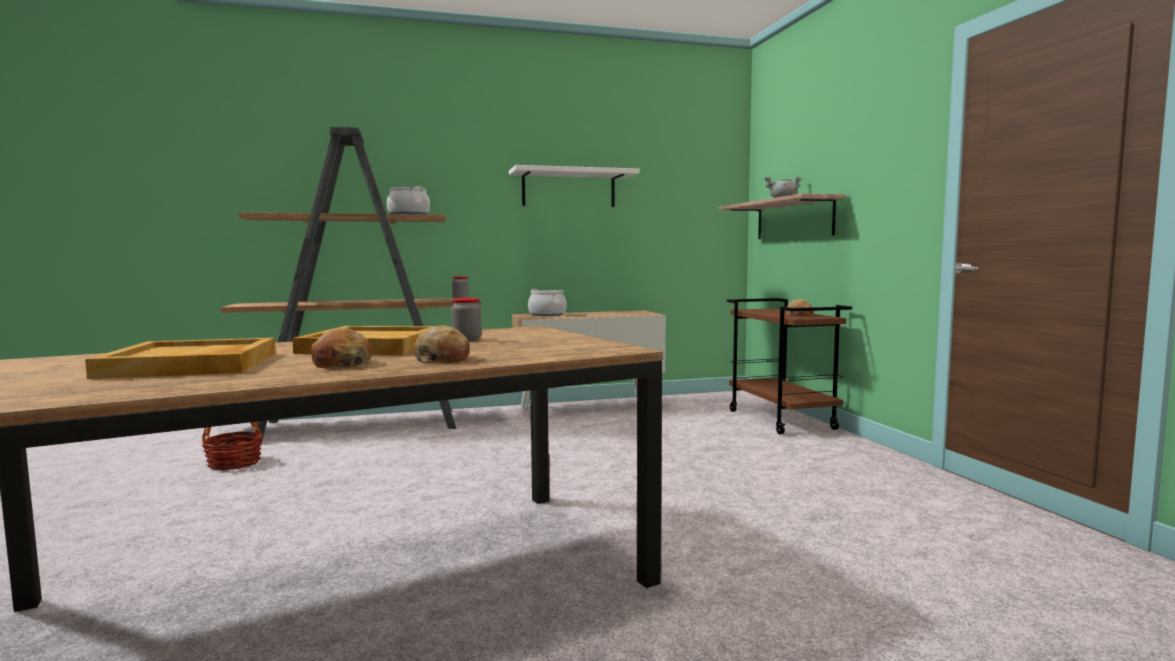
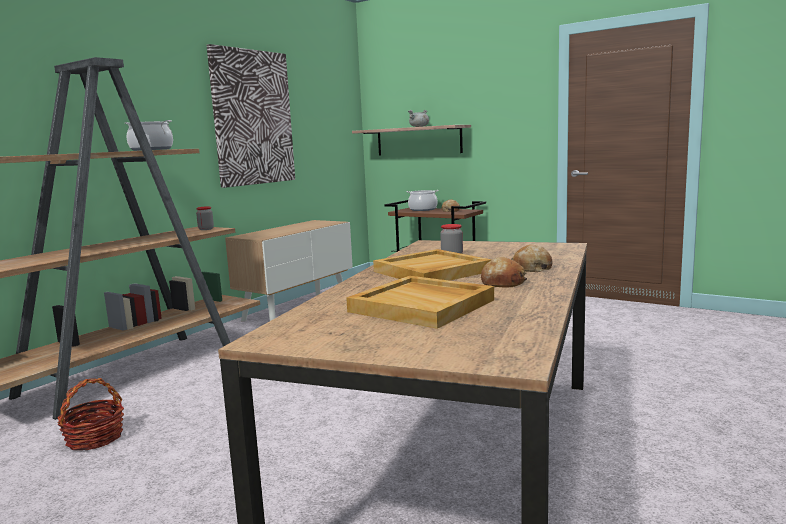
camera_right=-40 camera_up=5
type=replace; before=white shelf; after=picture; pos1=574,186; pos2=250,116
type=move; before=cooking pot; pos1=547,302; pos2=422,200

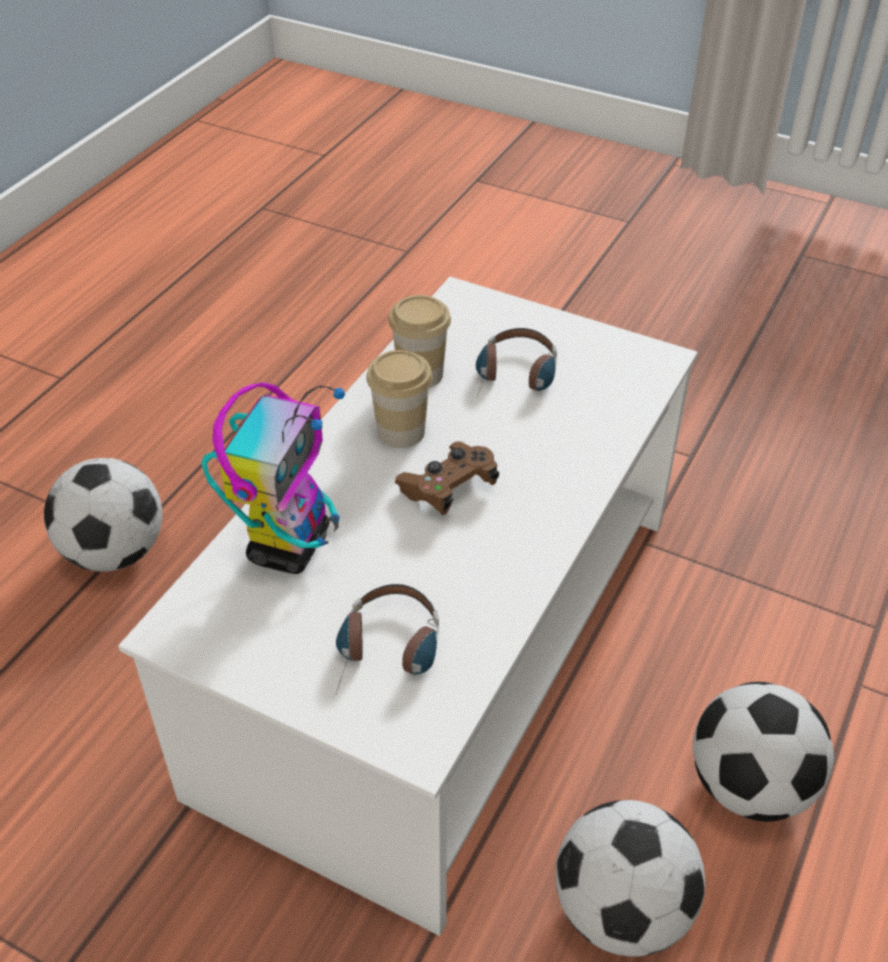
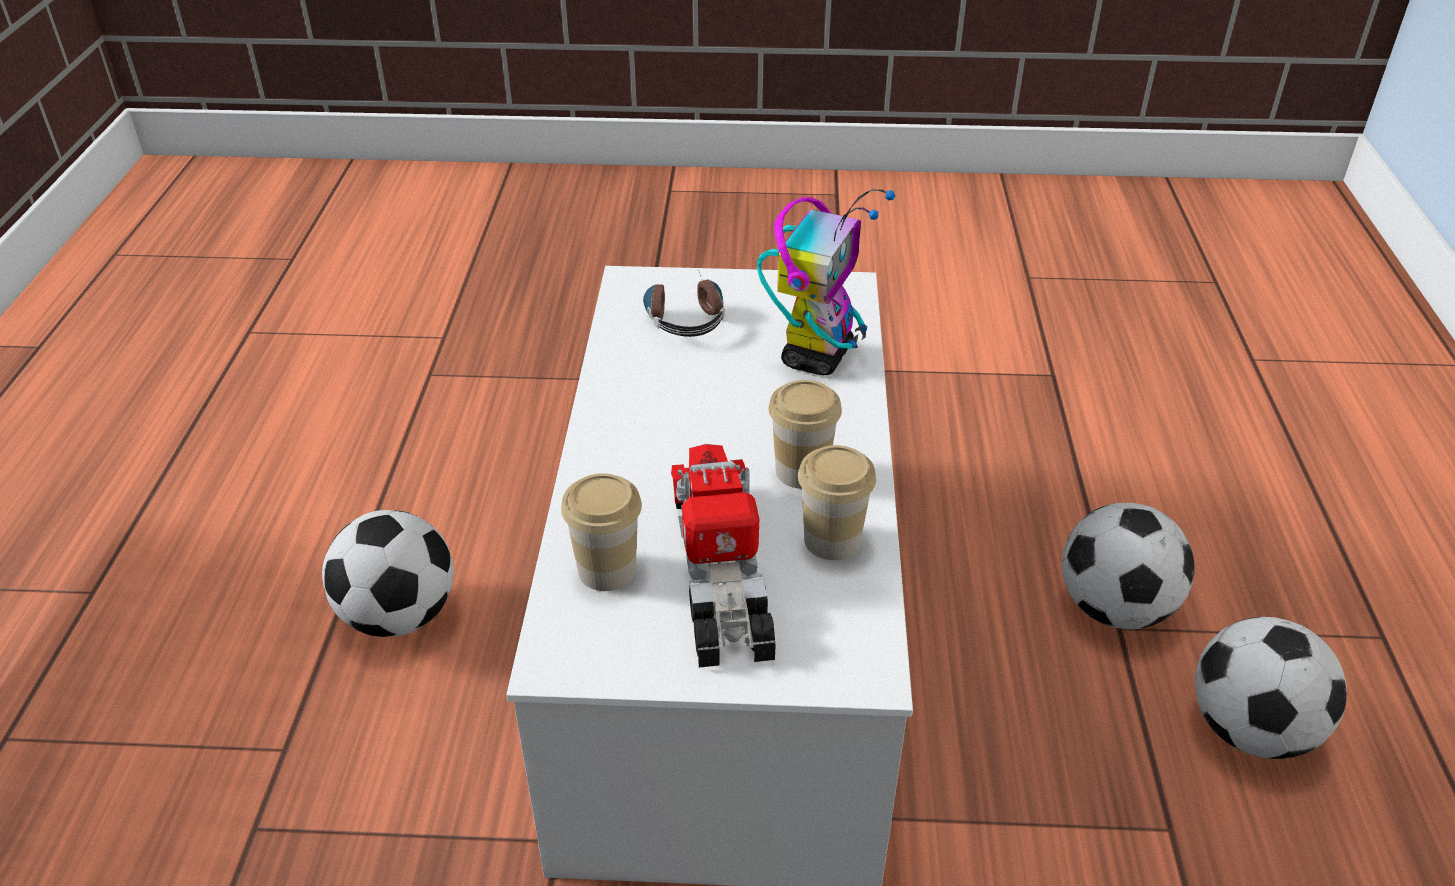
camera_right=155 camera_up=-5
type=insert; after=cup; pos2=601,532
type=replace; before=headphones; after=toy truck; pos1=516,362; pos2=723,555
type=rotate; before=toy robot; pos1=273,478; pos2=826,282; turn=-150
type=move; before=football; pos1=630,878; pos2=1271,688
type=delete; before=brown game controller; pos1=447,478

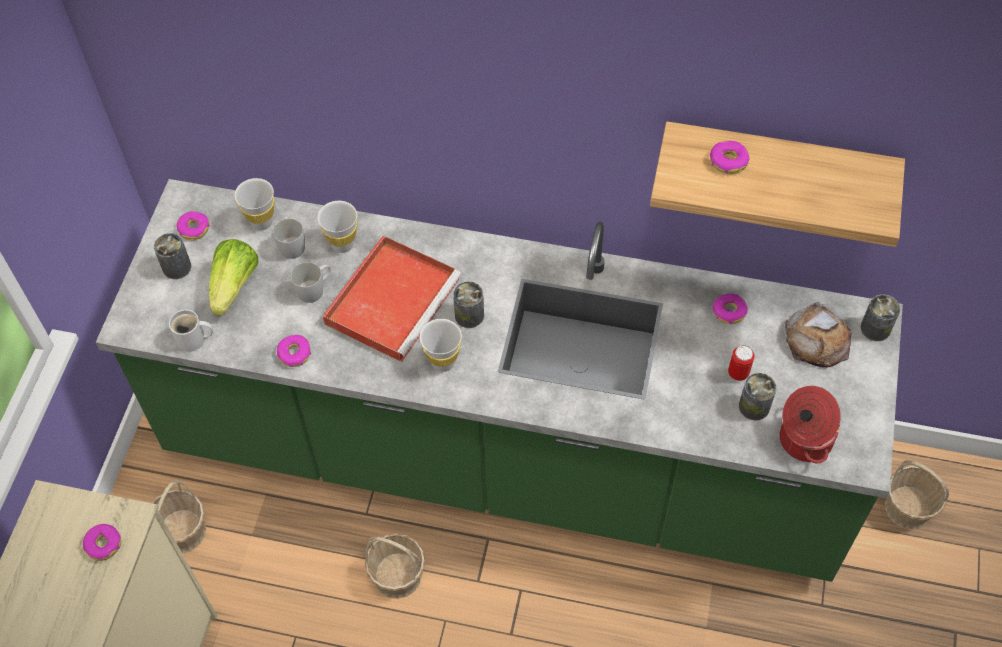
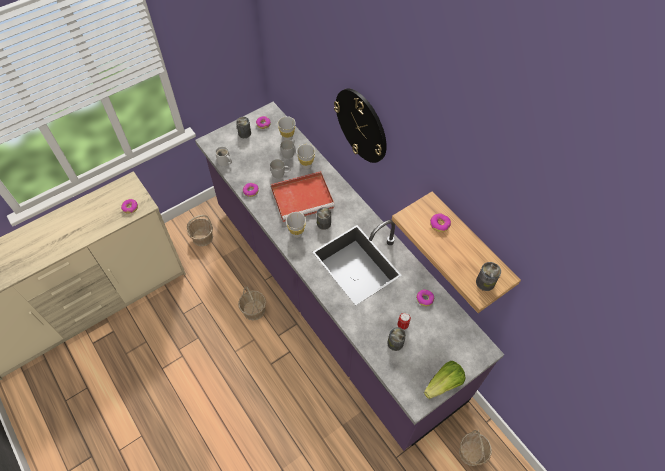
camera_right=40 camera_up=0
type=recolor; before=green counter; after=purple counter; pos1=499,380; pos2=350,276
type=insert; after=wall clock; pos2=360,125
type=move; before=lettuce; pos1=233,277; pos2=445,380
type=move; before=can; pos1=880,317; pos2=488,276
type=delete; before=cooking pot; pos1=810,424
type=delete; before=bread; pos1=818,335

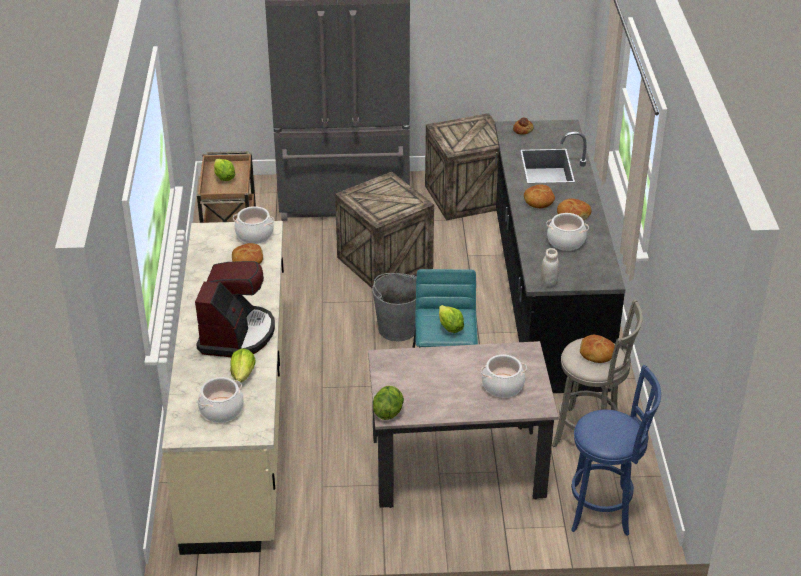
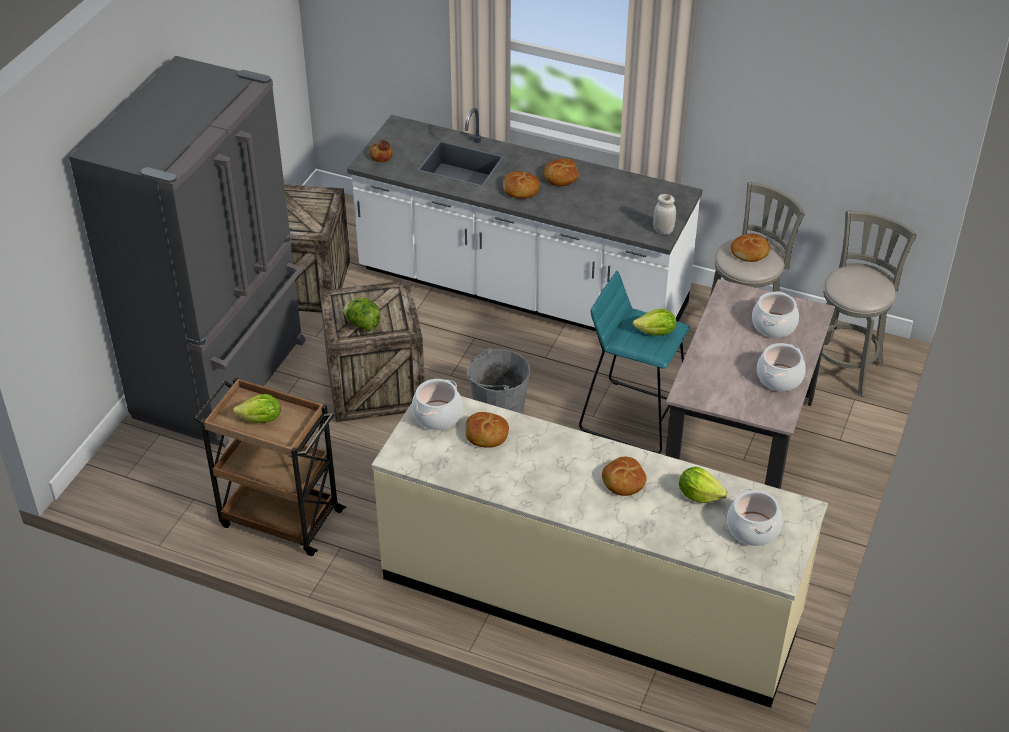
camera_right=-65 camera_up=5
type=move; before=lettuce; pos1=388,403; pos2=362,314
type=recolor; before=black counter; after=white counter; pos1=560,256; pos2=525,219
type=replace; before=coffee machine; after=bread; pos1=235,309; pos2=624,476
type=move; before=cooking pot; pos1=567,232; pos2=781,367
type=recolor; before=blue stool; after=grey stool; pos1=616,450; pos2=869,303

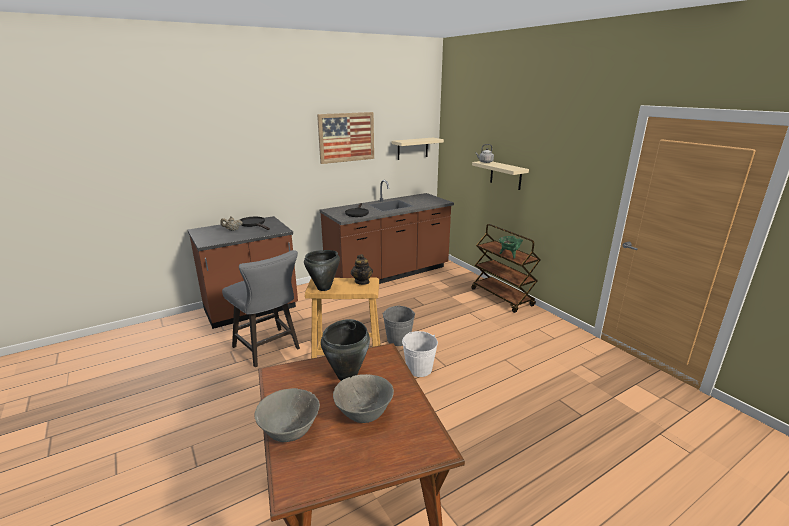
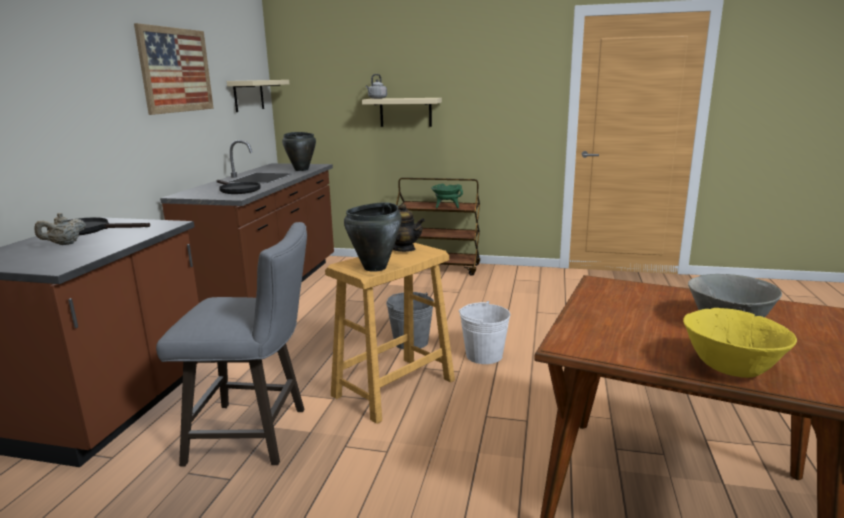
camera_right=-45 camera_up=-5
type=move; before=black cooking pot; pos1=345,350; pos2=299,151
type=recolor; before=grey bowl; after=yellow bowl; pos1=287,415; pos2=740,343

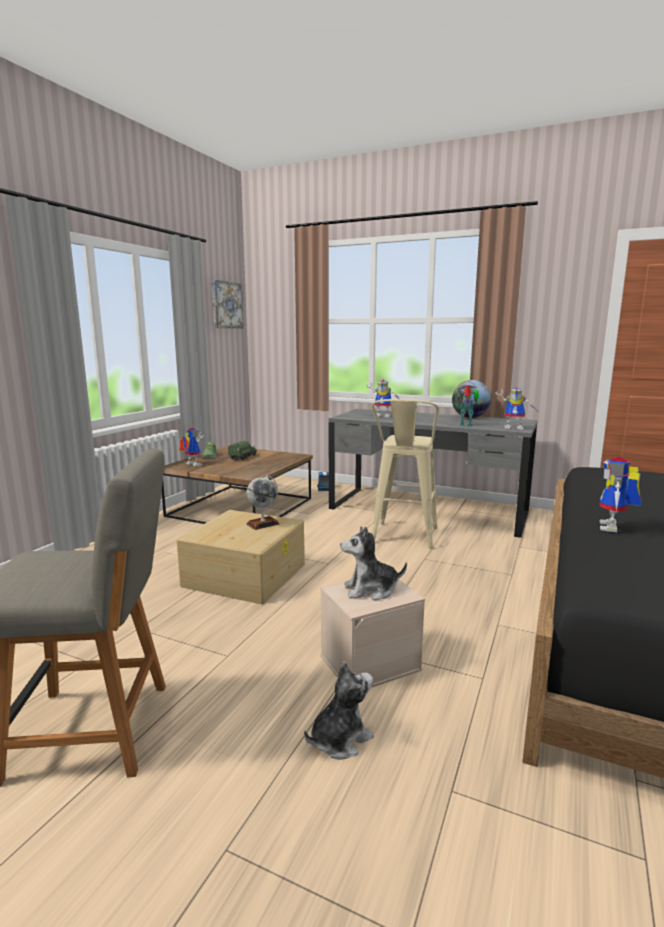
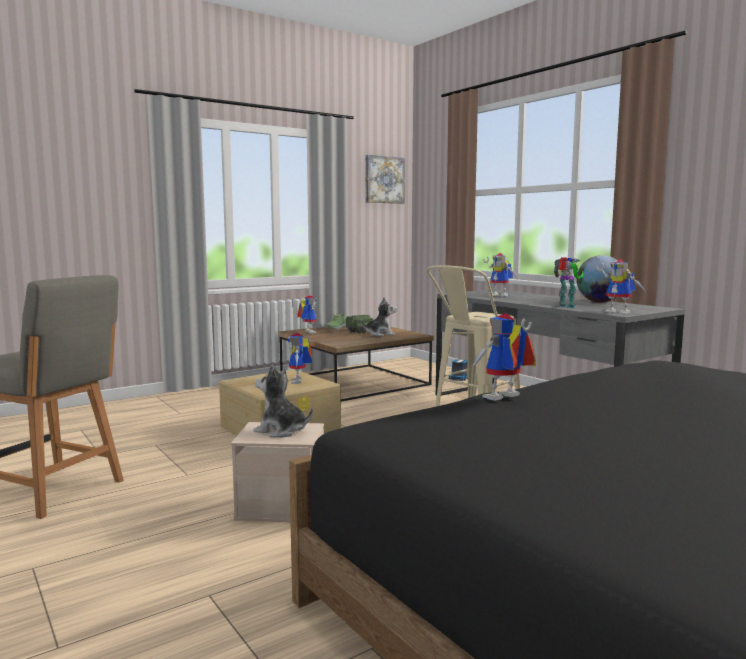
camera_right=30 camera_up=-5
type=replace; before=globe; after=toy robot; pos1=263,502; pos2=299,358
type=move; before=plush toy; pos1=339,710; pos2=379,316

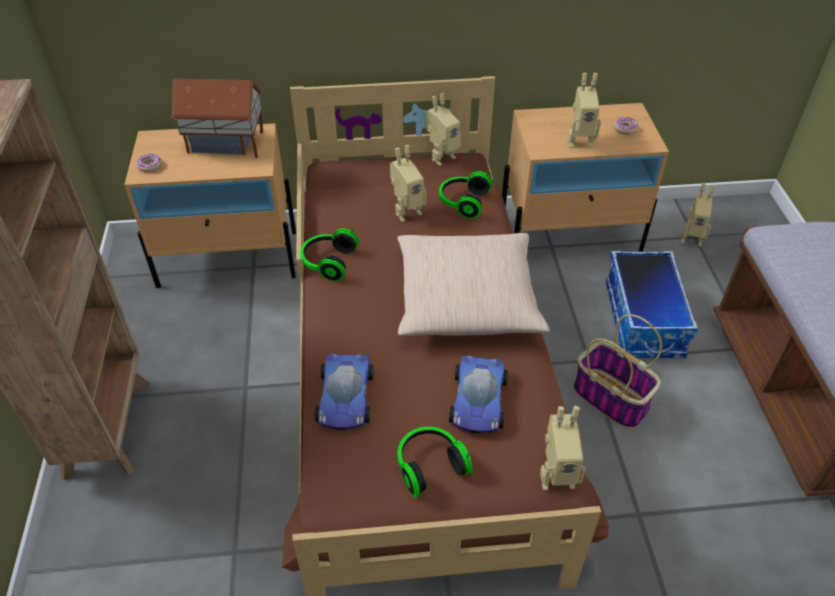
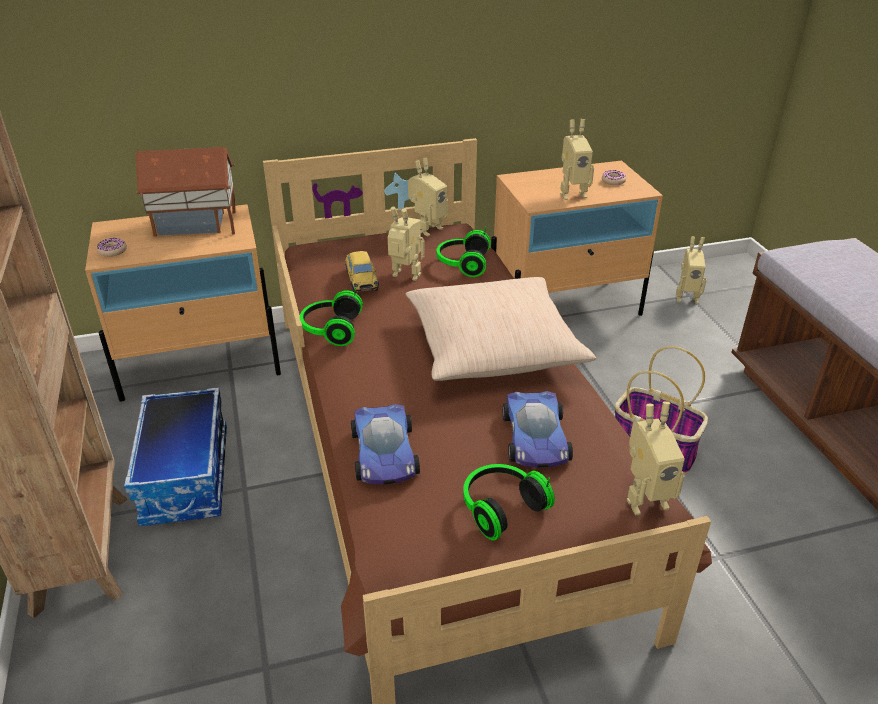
camera_right=-10 camera_up=-10
type=move; before=storage box; pos1=652,304; pos2=175,456
type=insert; after=toy car; pos2=362,272
type=rotate; before=toy robot; pos1=408,183; pos2=406,244; turn=-120

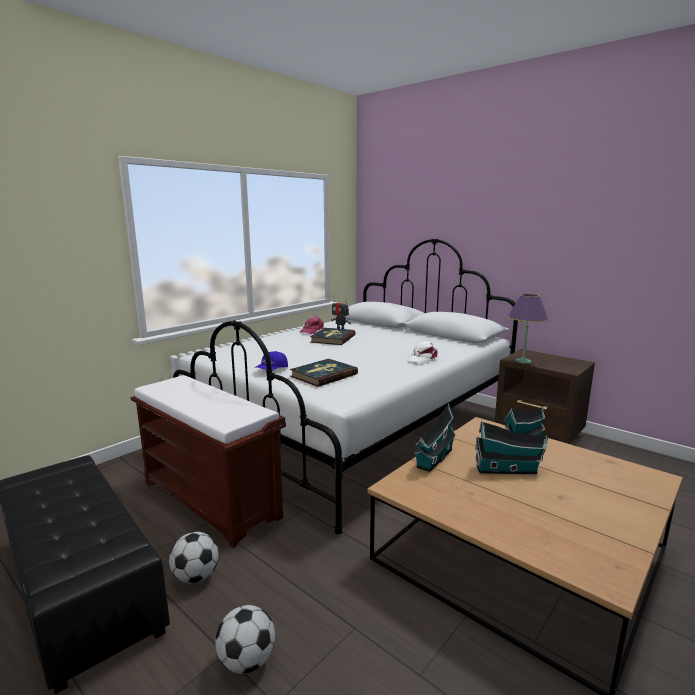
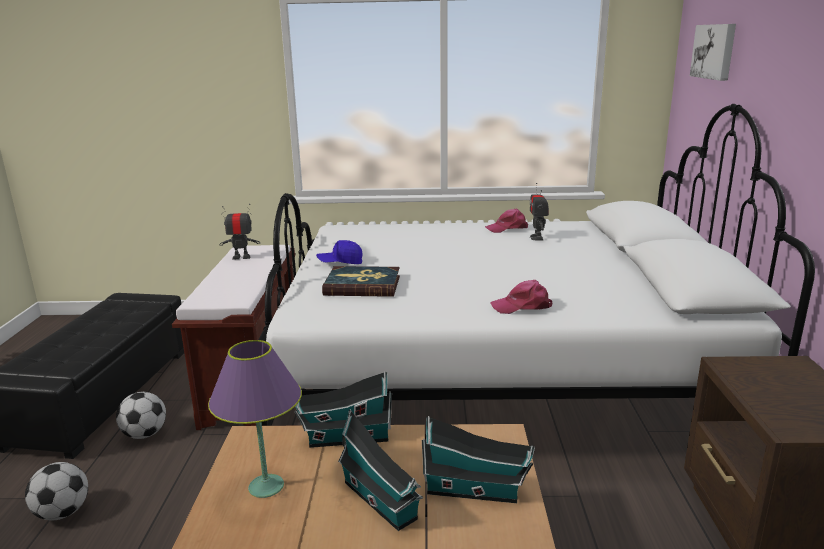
camera_right=50 camera_up=5
type=move; before=purple table lamp; pos1=528,328; pos2=255,419
type=insert; after=toy robot; pos2=239,231
type=recolor; before=white cap; after=pink cap; pos1=422,352; pos2=521,297
type=insert; after=picture; pos2=713,52
type=delete; before=book; pos1=332,336

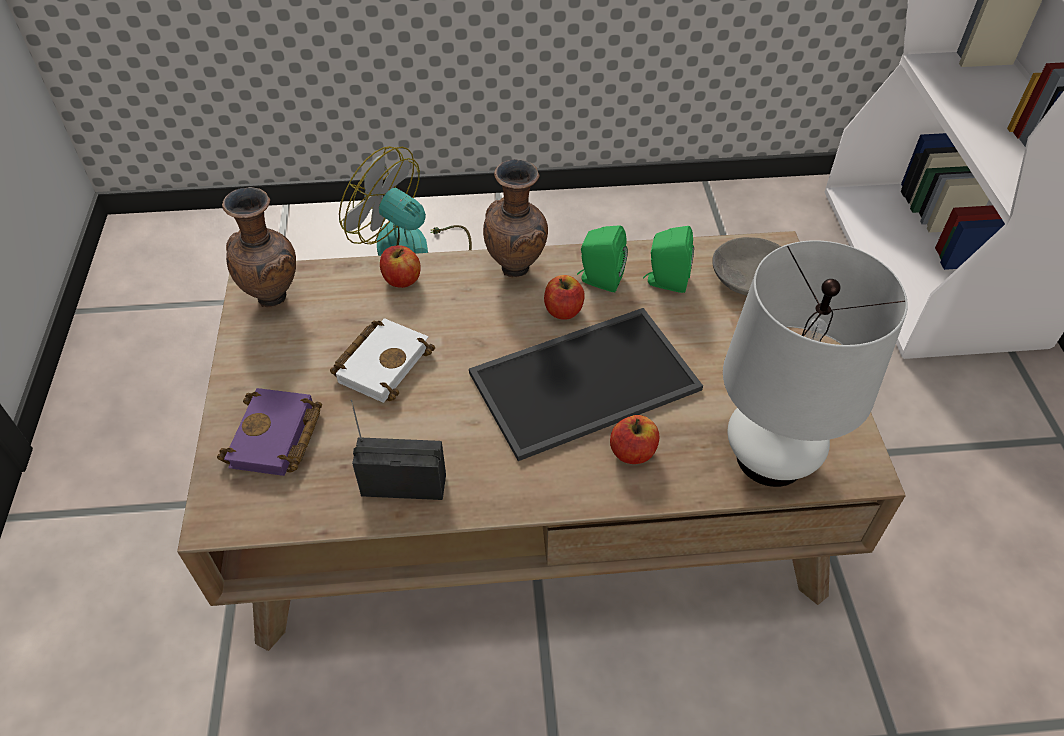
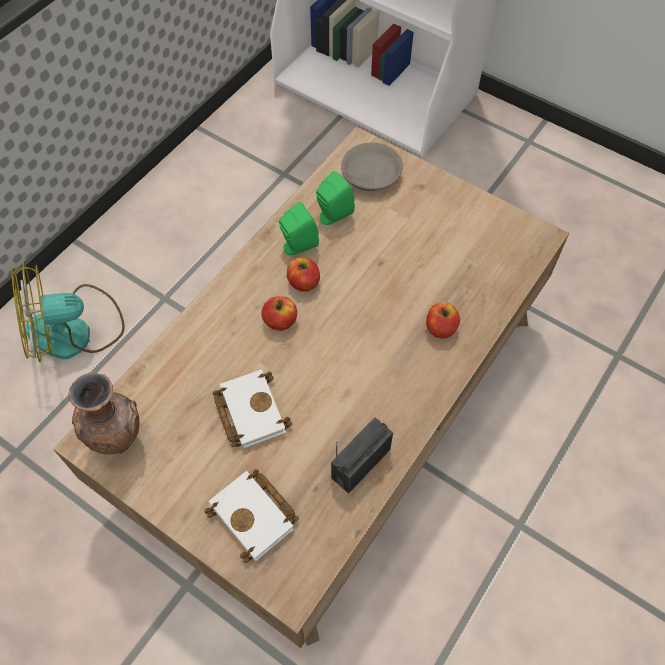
camera_right=-50 camera_up=10
type=recolor; before=purple book; after=white book; pos1=269,432; pos2=251,516
type=move; before=apple; pos1=400,266; pos2=279,313
type=delete; before=tray; pos1=586,384
type=delete; before=brown vase; pos1=515,218
type=delete; before=white table lamp; pos1=815,363

